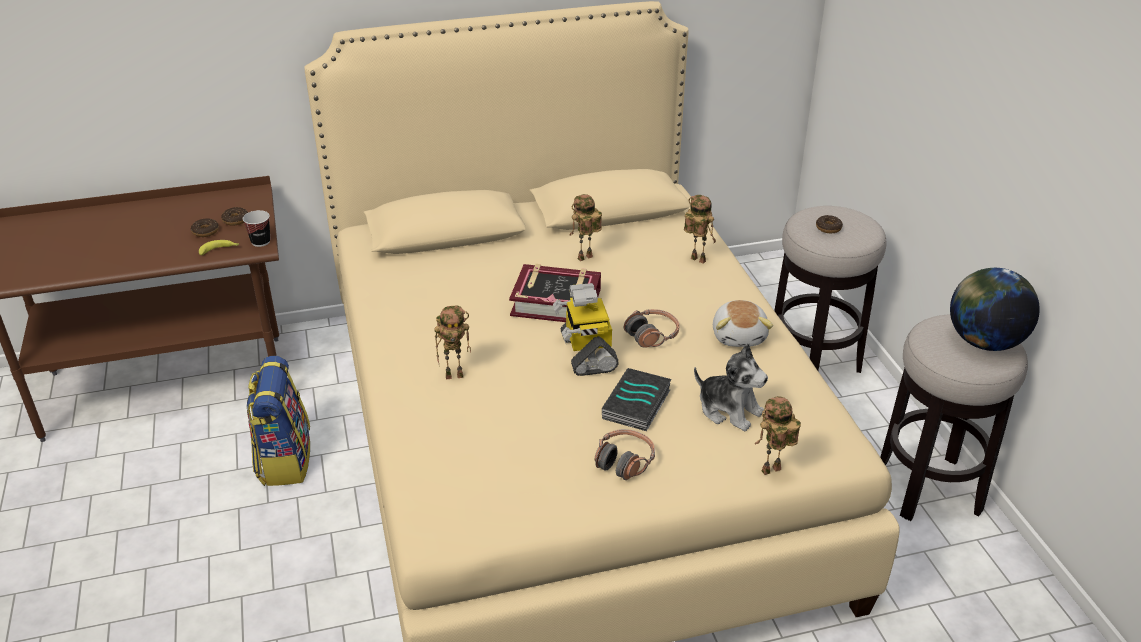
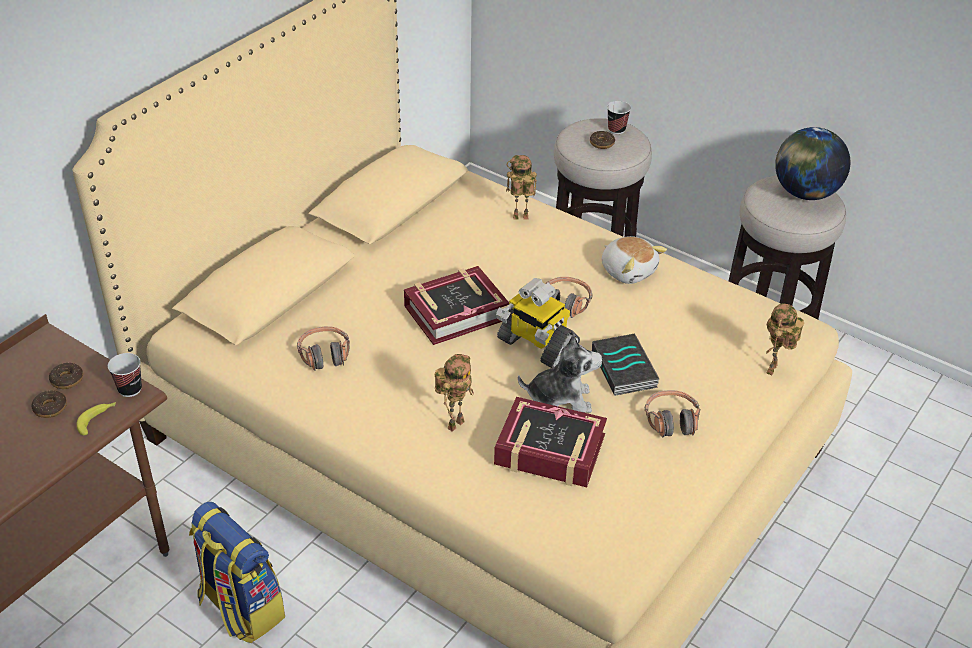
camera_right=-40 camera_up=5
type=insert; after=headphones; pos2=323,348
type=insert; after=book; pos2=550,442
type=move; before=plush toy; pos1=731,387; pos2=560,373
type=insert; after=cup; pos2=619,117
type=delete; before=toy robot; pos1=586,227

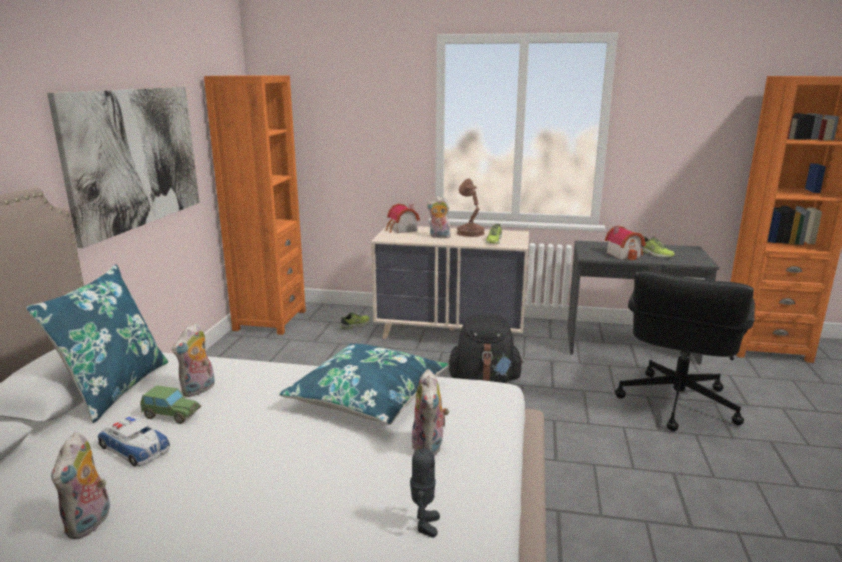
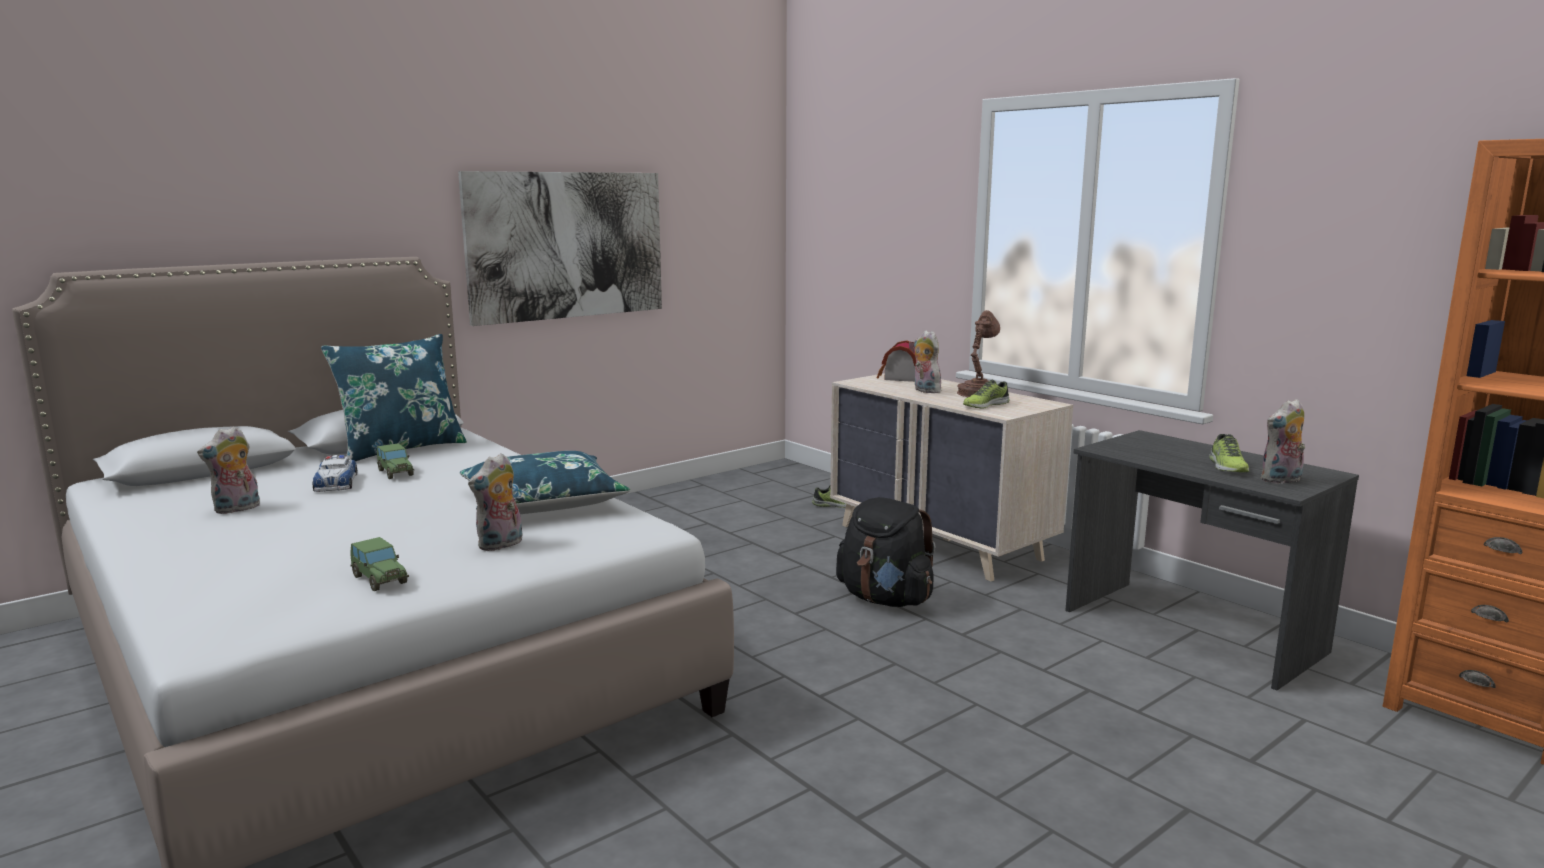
camera_right=40 camera_up=-5
type=replace; before=toy robot; after=toy car; pos1=425,488; pos2=379,564
type=move; before=plush toy; pos1=193,360; pos2=1282,441
type=delete; before=orange bookcase; pos1=255,205
type=delete; before=toy house; pos1=625,243
type=delete; before=black office chair; pos1=685,351

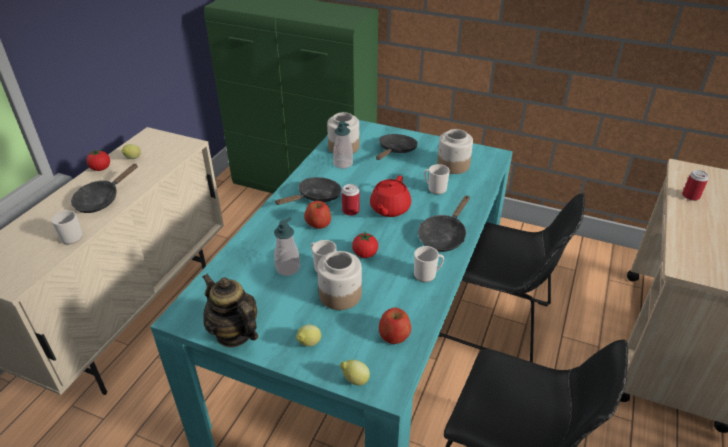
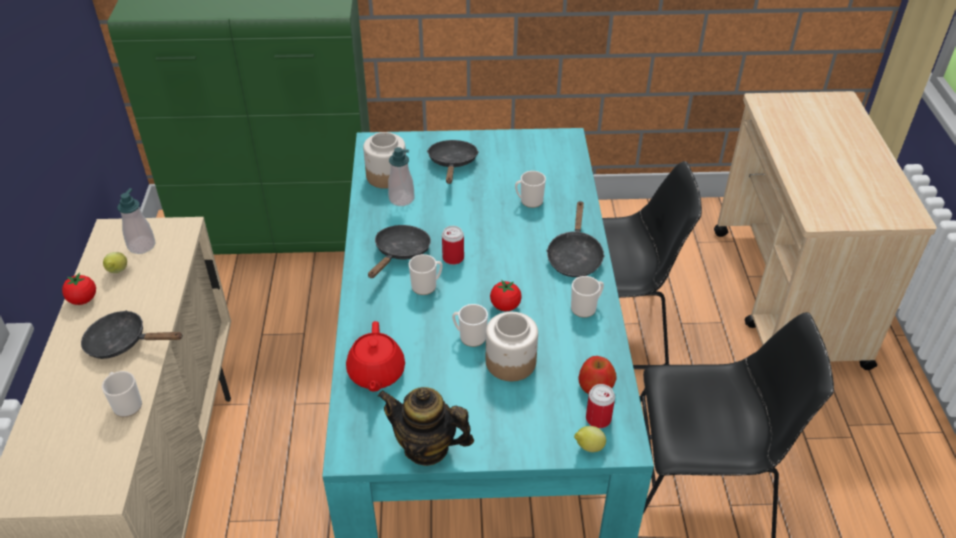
camera_right=-25 camera_up=5
type=rotate; before=black frying pan; pos1=104,188; pos2=132,334; turn=90
type=move; before=soap dispenser; pos1=287,246; pos2=136,221
type=move; before=red teapot; pos1=390,196; pos2=375,356
type=replace; before=apple; after=mug; pos1=317,215; pos2=426,274
type=move; before=can; pos1=695,185; pos2=600,406
type=delete; before=lemon; pos1=308,335
type=delete; before=jar; pos1=455,151

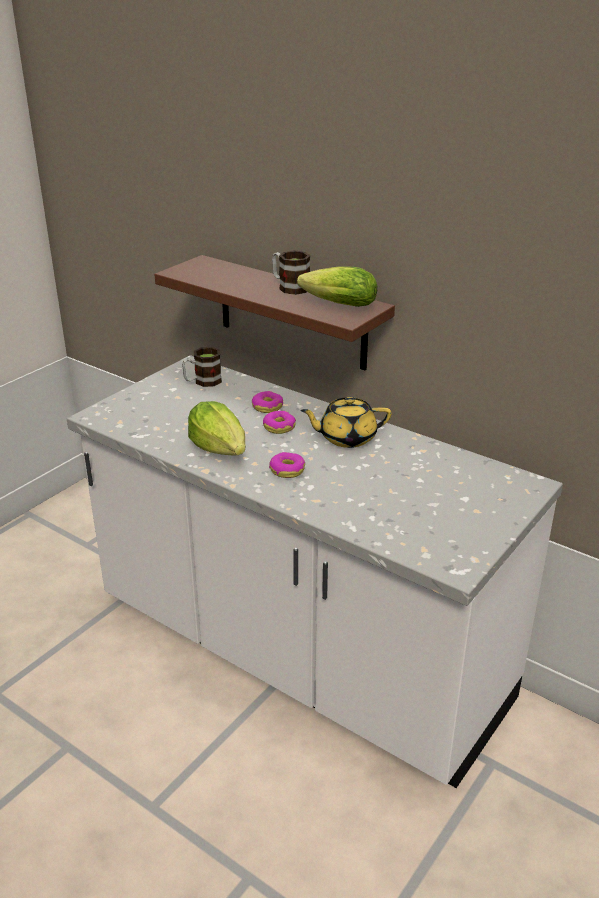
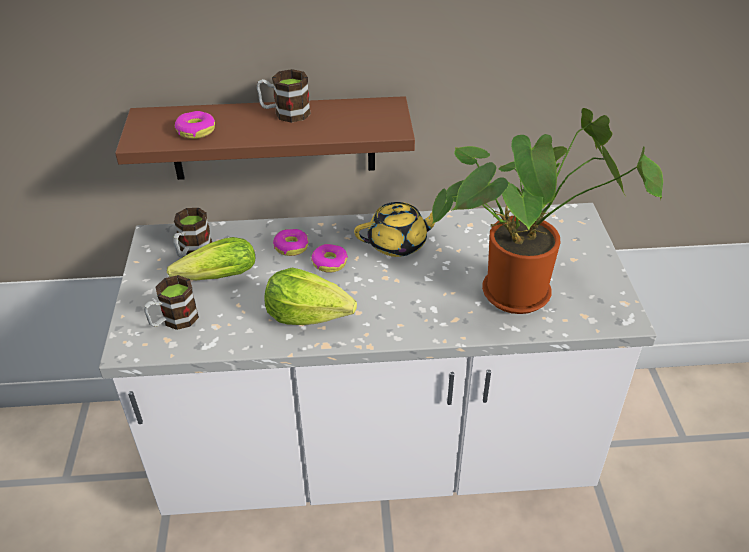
camera_right=-40 camera_up=10
type=insert; after=mug; pos2=171,302
type=move; before=lettuce; pos1=337,286; pos2=211,258
type=move; before=donut; pos1=287,465; pos2=195,125
type=rotate; before=yellow teapot; pos1=345,422; pos2=394,229; turn=-150
type=insert; after=potted plant; pos2=547,211

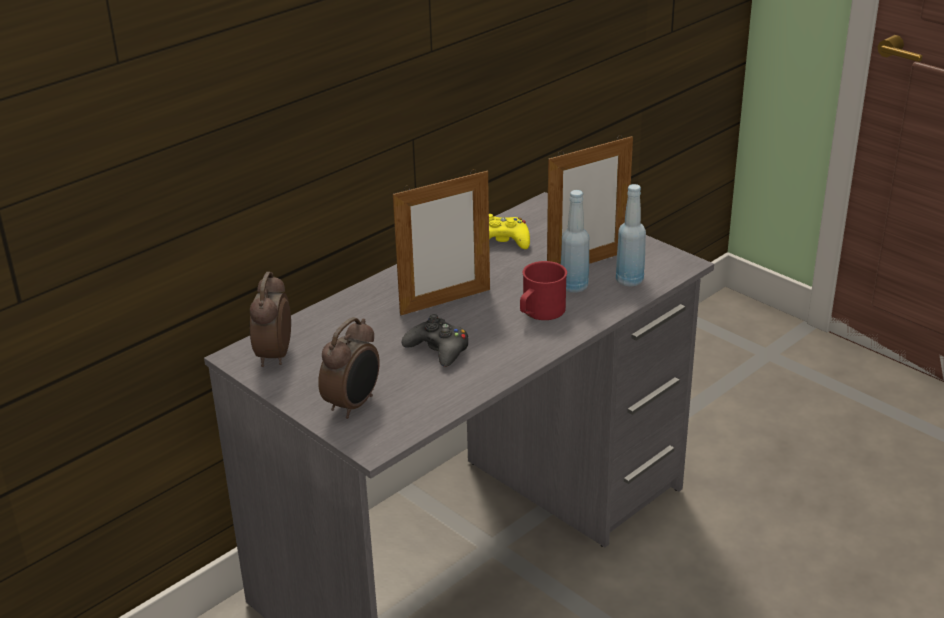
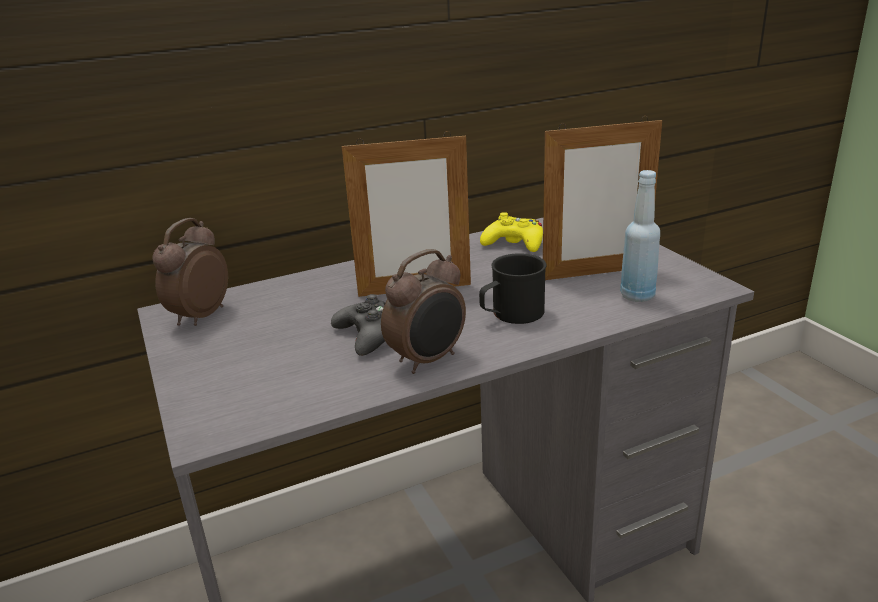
camera_right=20 camera_up=-5
type=move; before=alarm clock; pos1=349,368; pos2=423,311
type=recolor; before=red mug; after=black mug; pos1=543,290; pos2=512,288
type=delete; before=blue bottle; pos1=575,241

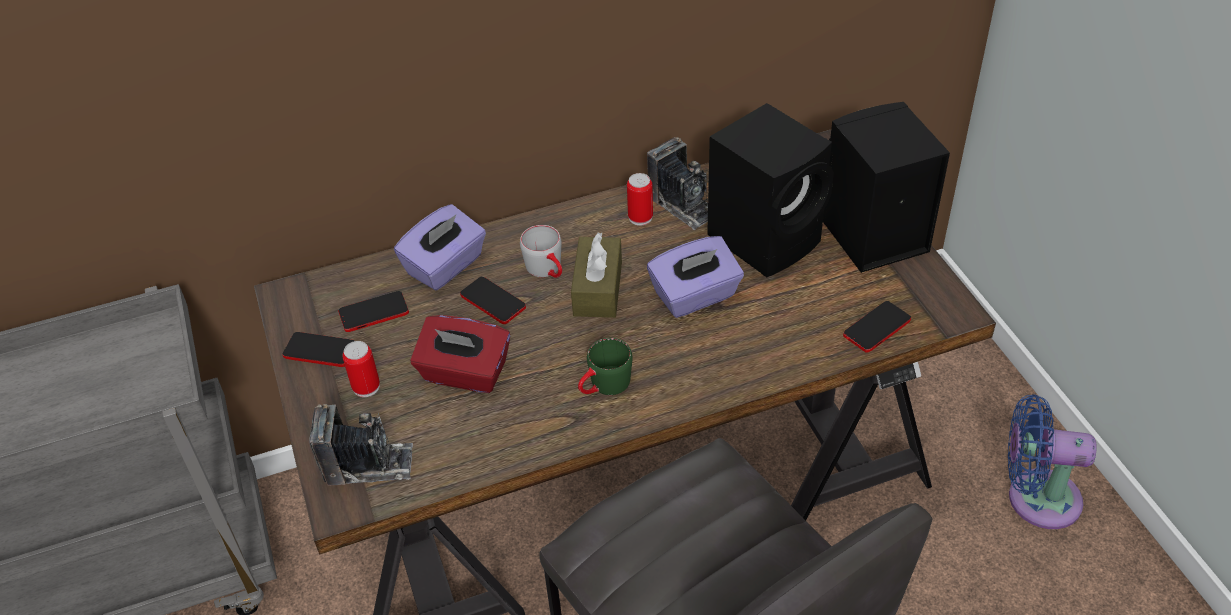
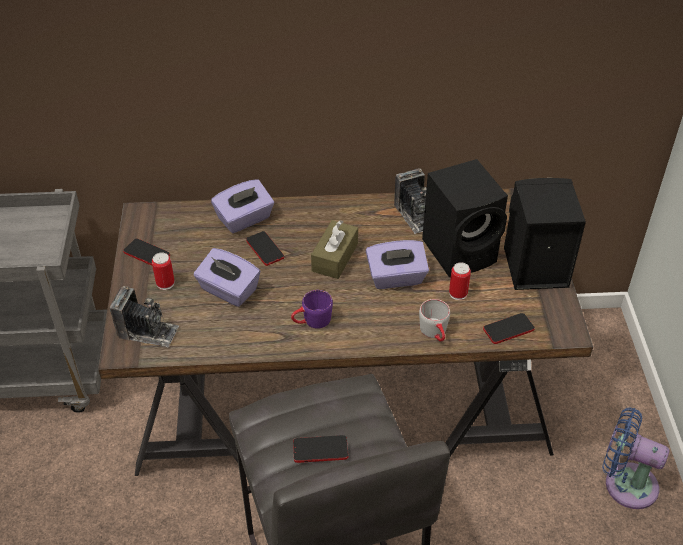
camera_right=15 camera_up=0
type=recolor; before=red tissue box; after=purple tissue box; pos1=460,354; pos2=227,277
type=recolor; before=green mug; after=purple mug; pos1=605,366; pos2=312,309
type=move; before=phone; pos1=373,311; pos2=320,449
type=move; before=grey mug; pos1=541,251; pos2=434,320
type=move; before=can; pos1=640,199; pos2=460,281

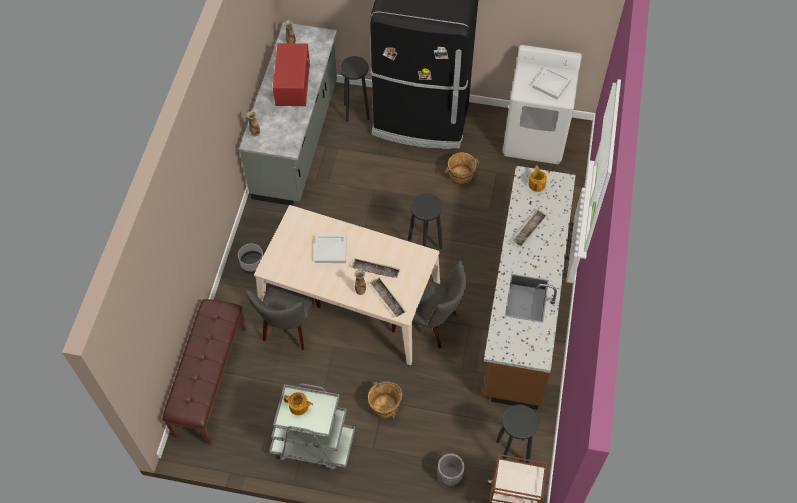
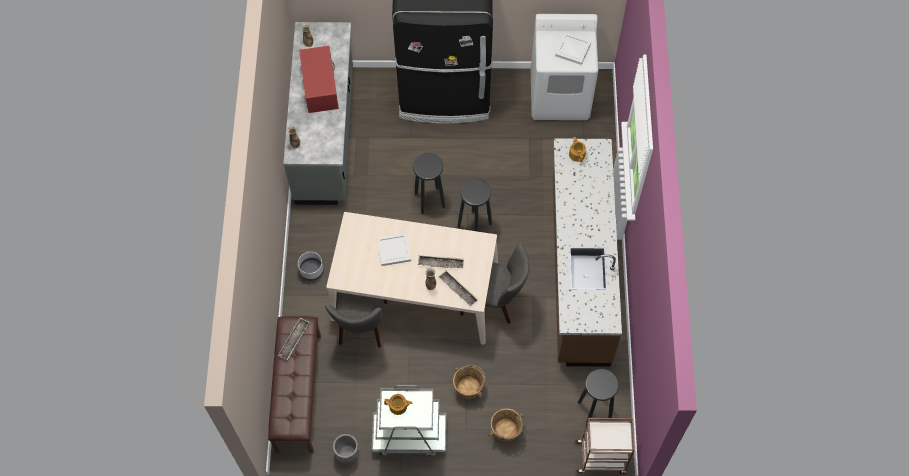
camera_right=-10 camera_up=5
type=move; before=tray; pos1=530,228; pos2=293,338
type=move; before=grey planter; pos1=450,469; pos2=346,448
type=move; before=black stool; pos1=355,89; pos2=429,183
type=move; before=brown bucket; pos1=461,169; pos2=506,425

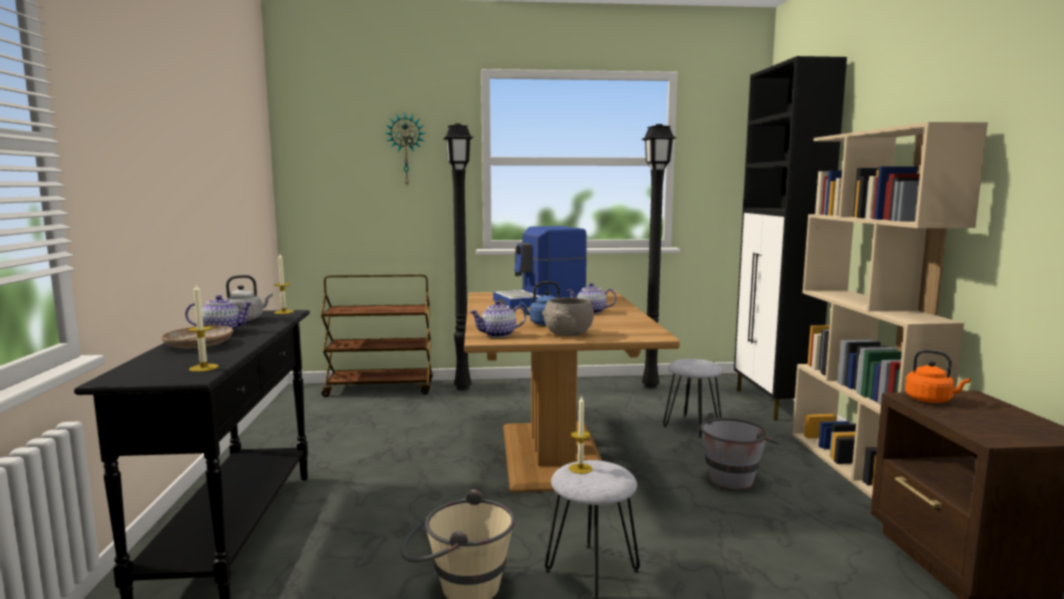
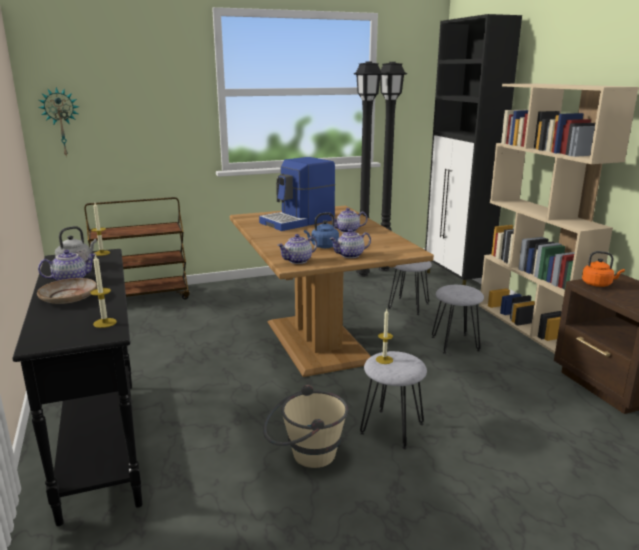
camera_right=-15 camera_up=10
type=move; before=wall clock; pos1=406,149; pos2=58,122
type=replace; before=grey bowl; after=teapot; pos1=568,317; pos2=350,243
type=move; before=black floor lamp; pos1=458,257; pos2=392,166
type=replace; before=grey bucket; after=grey stool; pos1=740,451; pos2=458,319

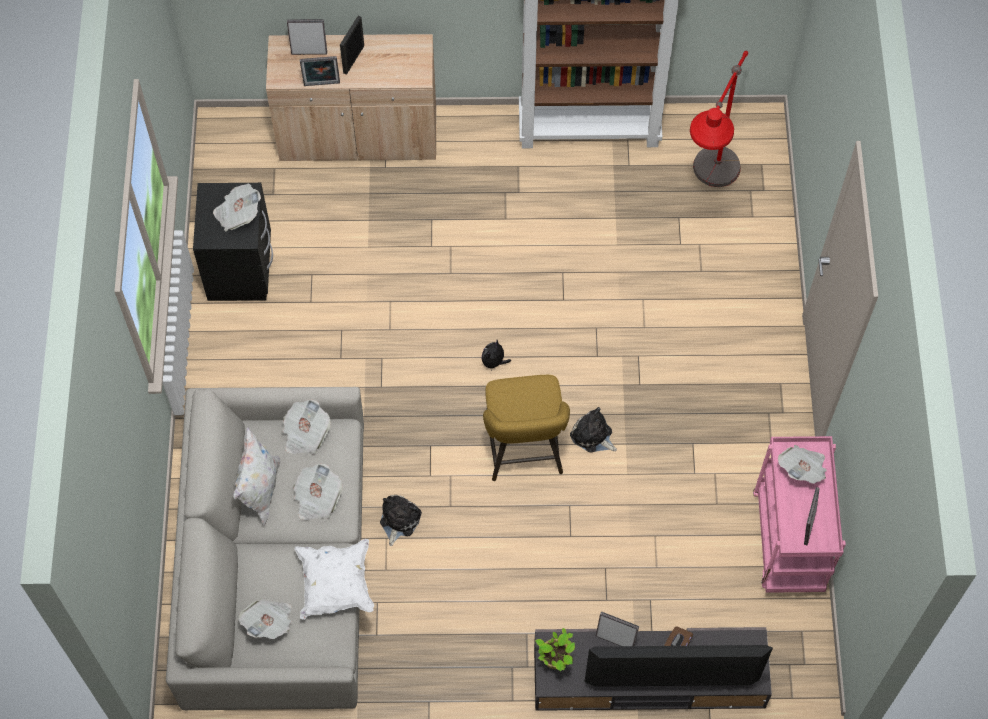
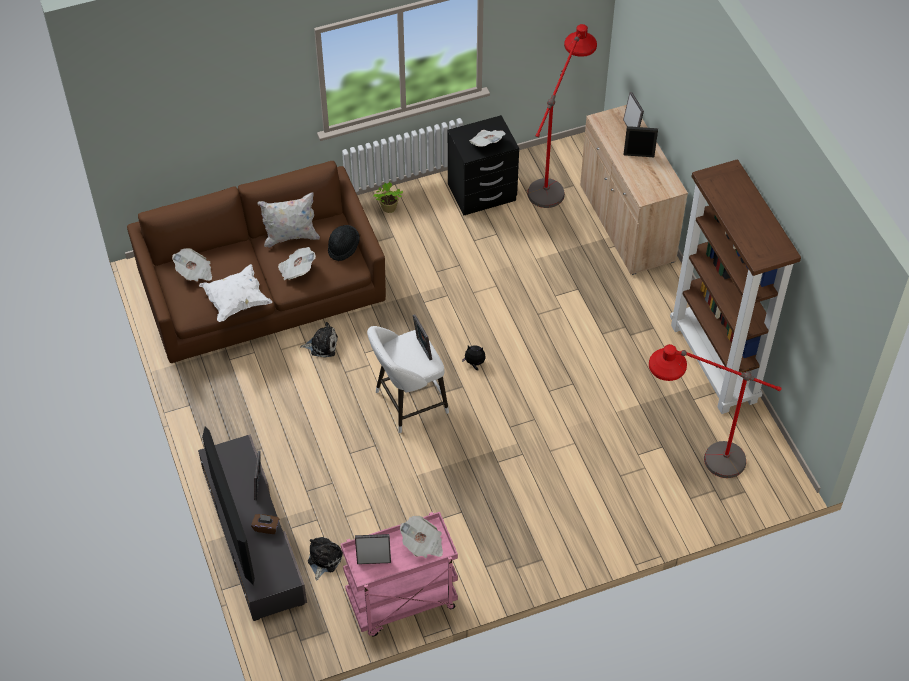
camera_right=70 camera_up=-10
type=recolor; before=grey sofa; after=brown sofa; pos1=265,548; pos2=256,262
type=move; before=plush toy; pos1=593,429; pos2=325,559
type=replace; before=newspaper; after=black hat; pos1=307,426; pos2=344,243
type=recolor; before=yellow stool; after=white stool; pos1=526,428; pos2=408,379
type=move; before=potted plant; pos1=555,649; pos2=388,197
type=move; before=picture frame; pos1=320,71; pos2=422,337
type=insert; after=red floor lamp; pos2=562,116

